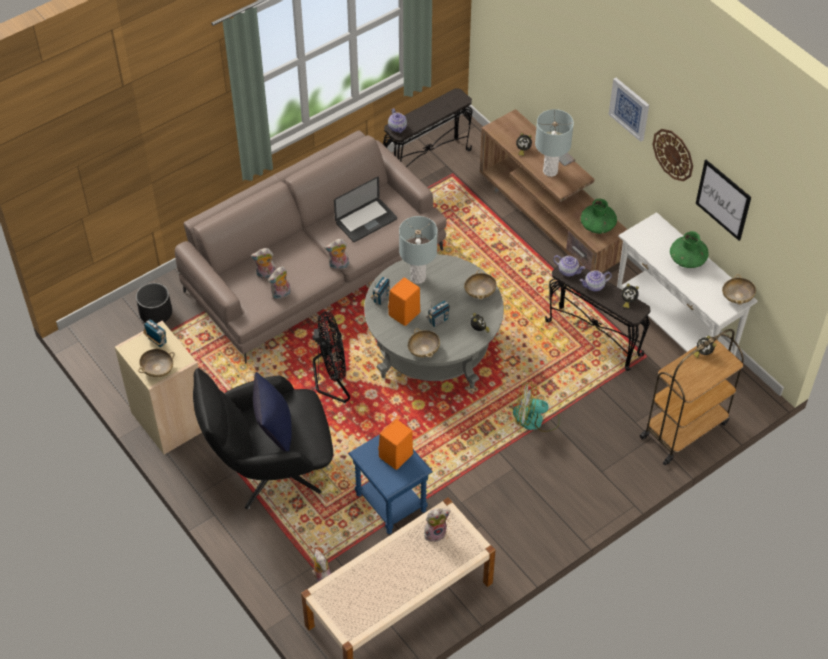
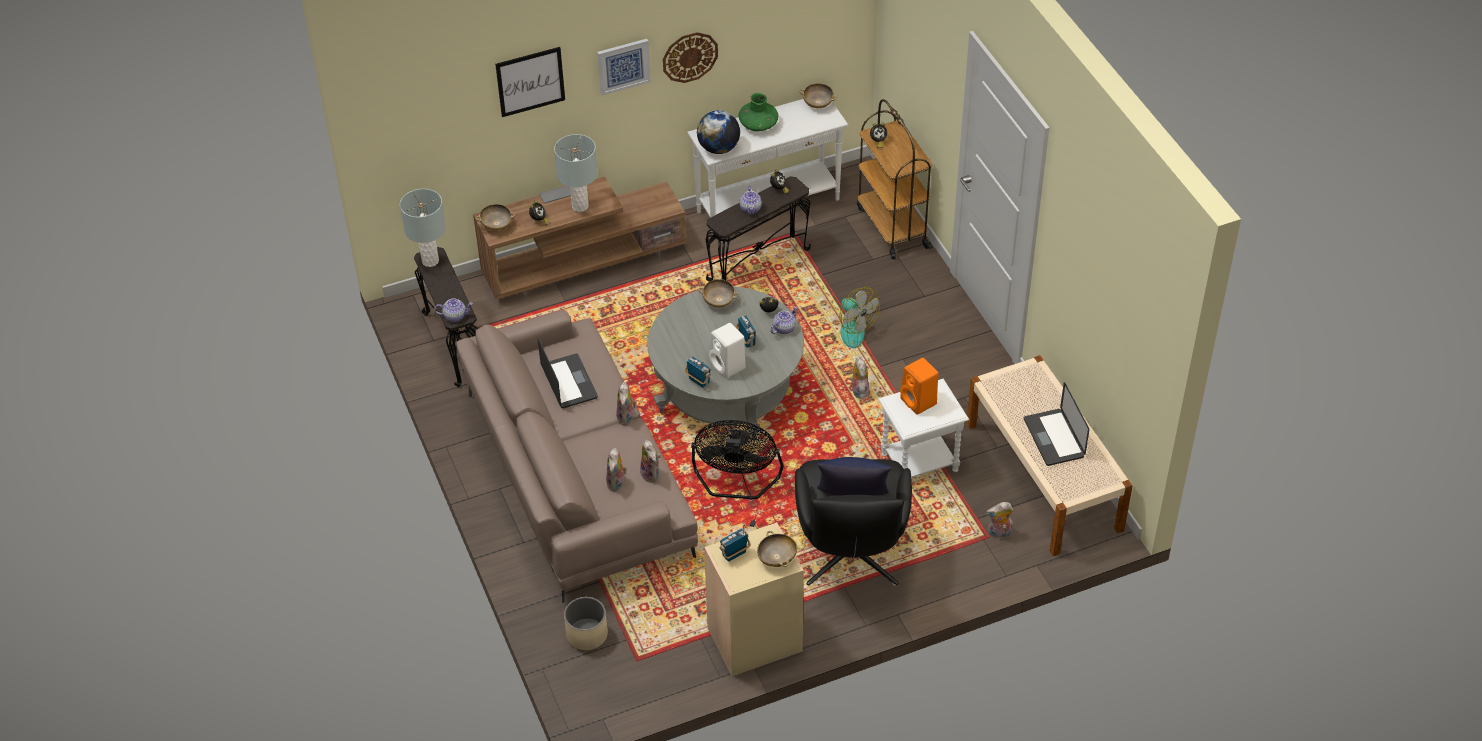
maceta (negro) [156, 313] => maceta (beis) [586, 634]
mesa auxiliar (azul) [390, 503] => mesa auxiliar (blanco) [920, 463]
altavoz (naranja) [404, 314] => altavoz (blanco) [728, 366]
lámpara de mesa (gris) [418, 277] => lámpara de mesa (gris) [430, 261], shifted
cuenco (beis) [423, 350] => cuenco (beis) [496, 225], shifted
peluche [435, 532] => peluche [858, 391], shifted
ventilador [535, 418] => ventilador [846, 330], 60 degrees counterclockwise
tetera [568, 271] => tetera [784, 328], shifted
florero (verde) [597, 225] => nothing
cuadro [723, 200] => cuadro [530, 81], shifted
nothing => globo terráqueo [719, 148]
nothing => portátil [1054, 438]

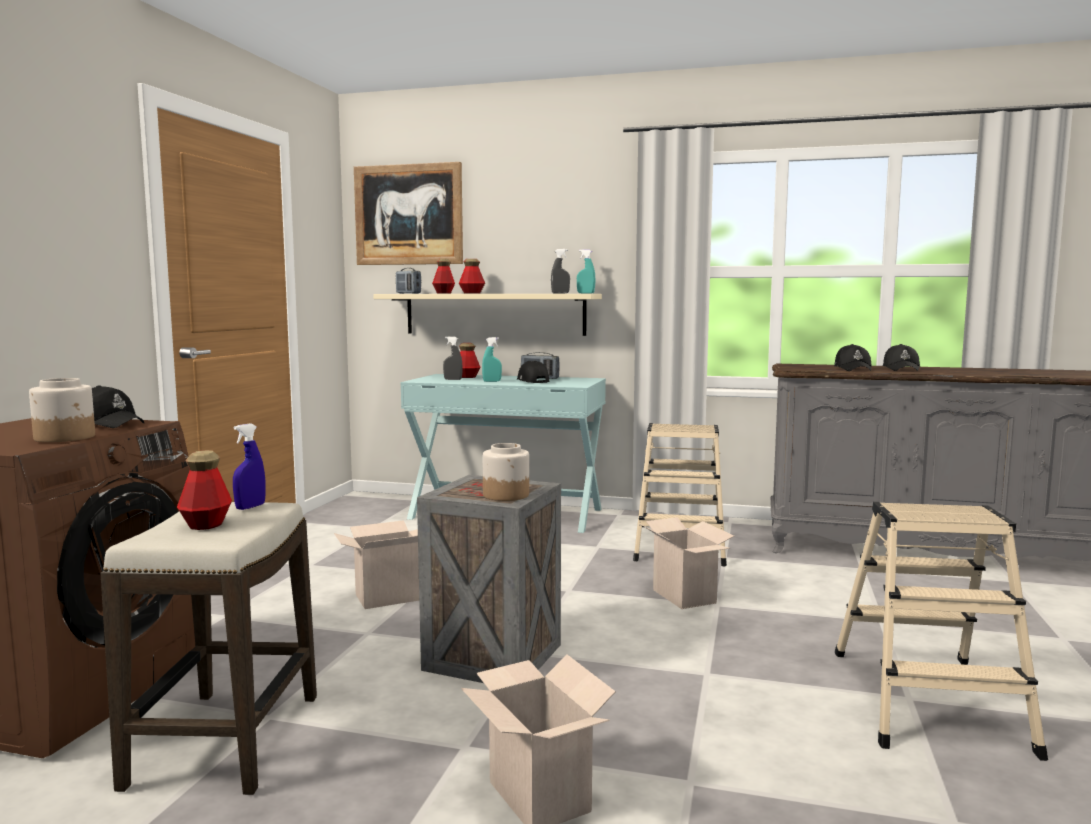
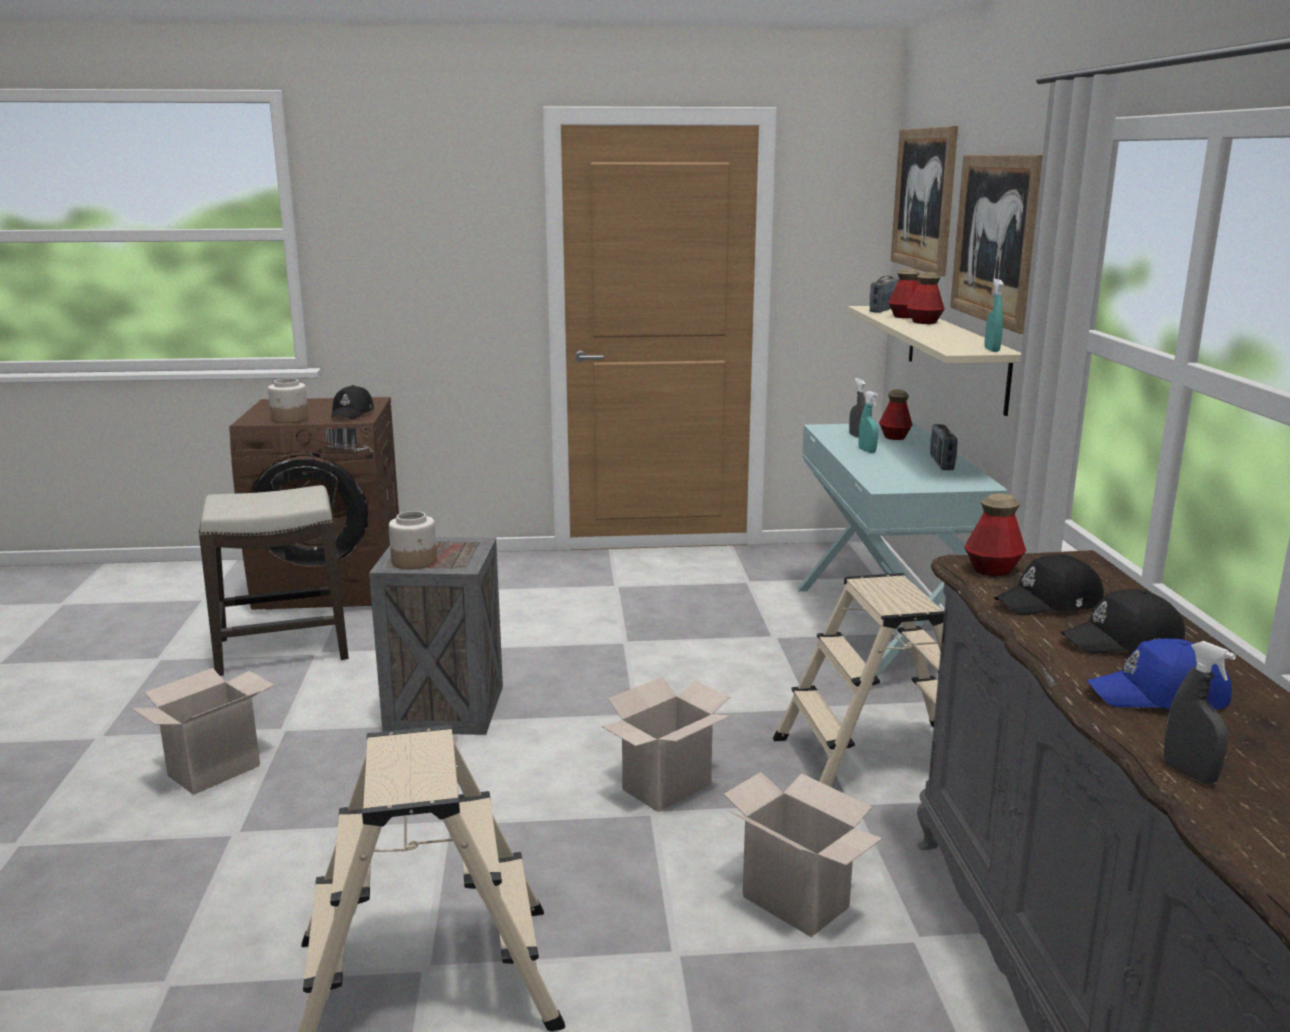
botella [206, 524] => botella [992, 570], shifted
pulverizador (azul) [250, 507] => nothing
caja de cartón [389, 597] => caja de cartón [799, 902], shifted
gorra (negro) [531, 381] => nothing
pulverizador (gris) [560, 293] => pulverizador (gris) [1189, 773], shifted
nothing => cuadro [996, 239]
nothing => gorra (azul) [1160, 696]

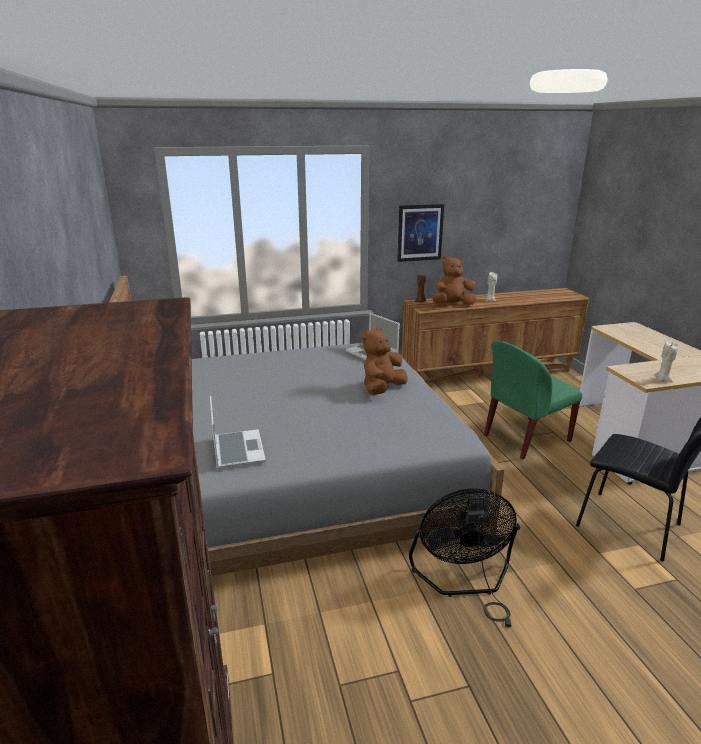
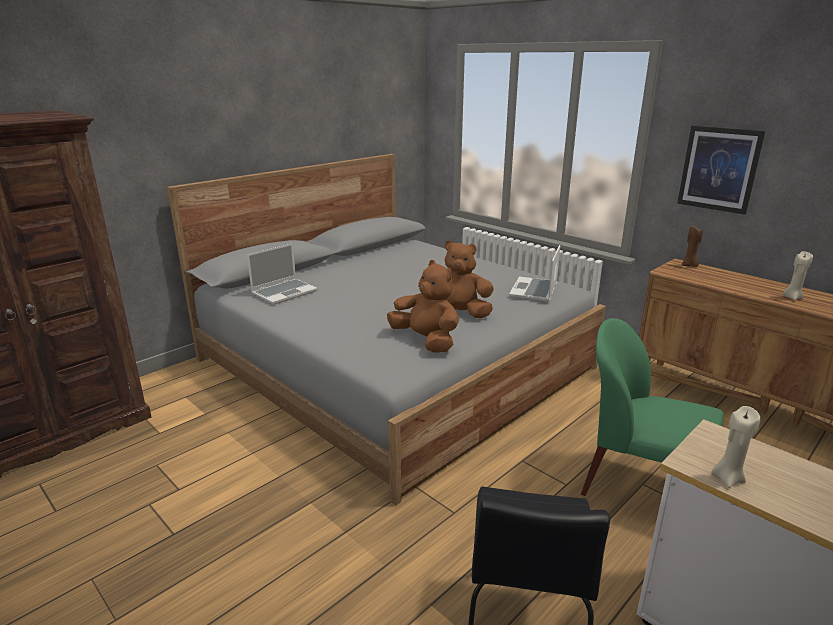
ventilador (negro) [469, 583] => nothing
peluche (marrón) [452, 305] => peluche (marrón) [426, 341], shifted

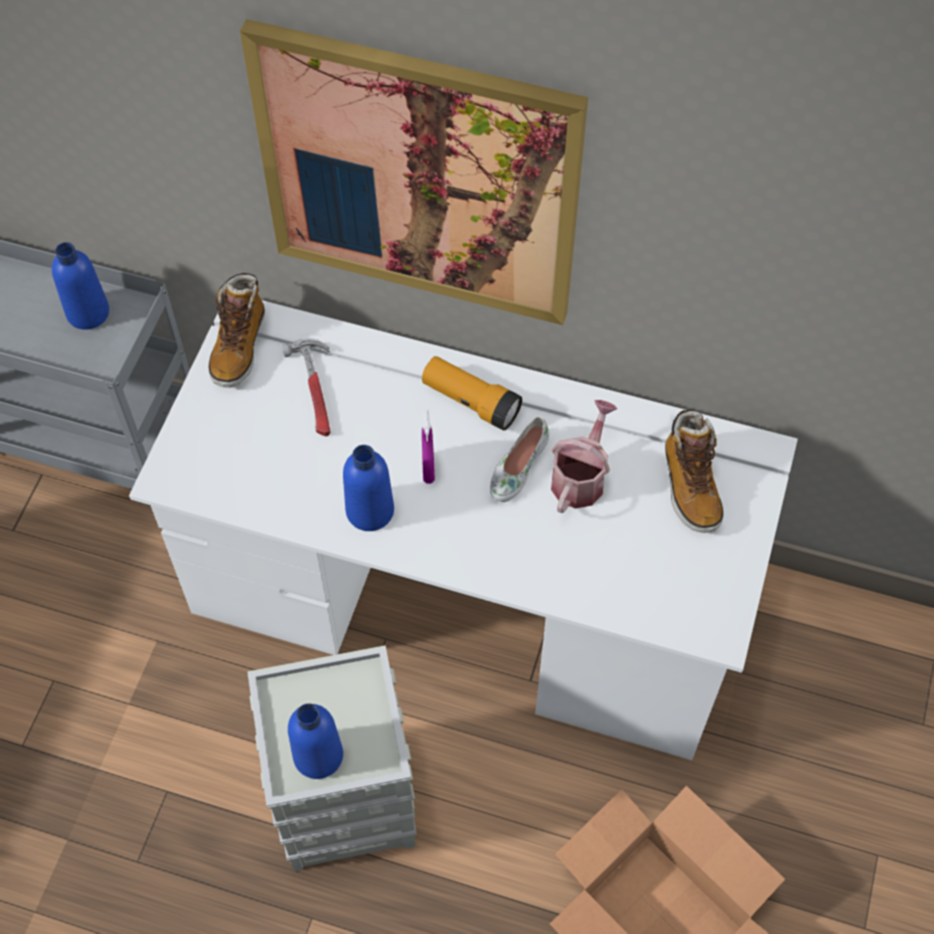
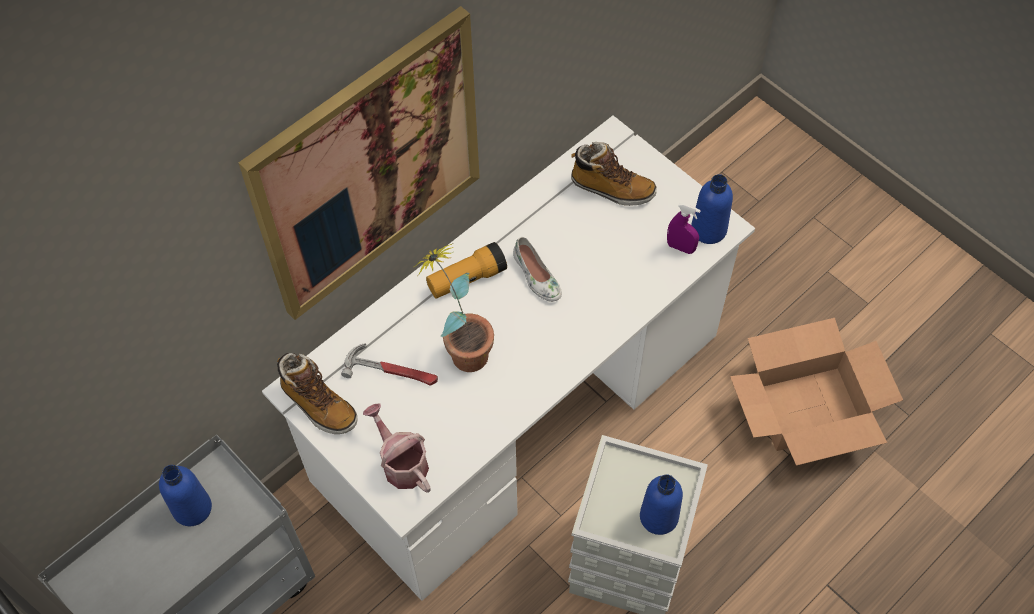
botella (azul) [370, 511] => botella (azul) [708, 229], shifted
pulverizador (morado) [428, 469] => pulverizador (morado) [680, 247], shifted
regadera [580, 477] => regadera [401, 462], shifted
nothing => planta en maceta [461, 348]

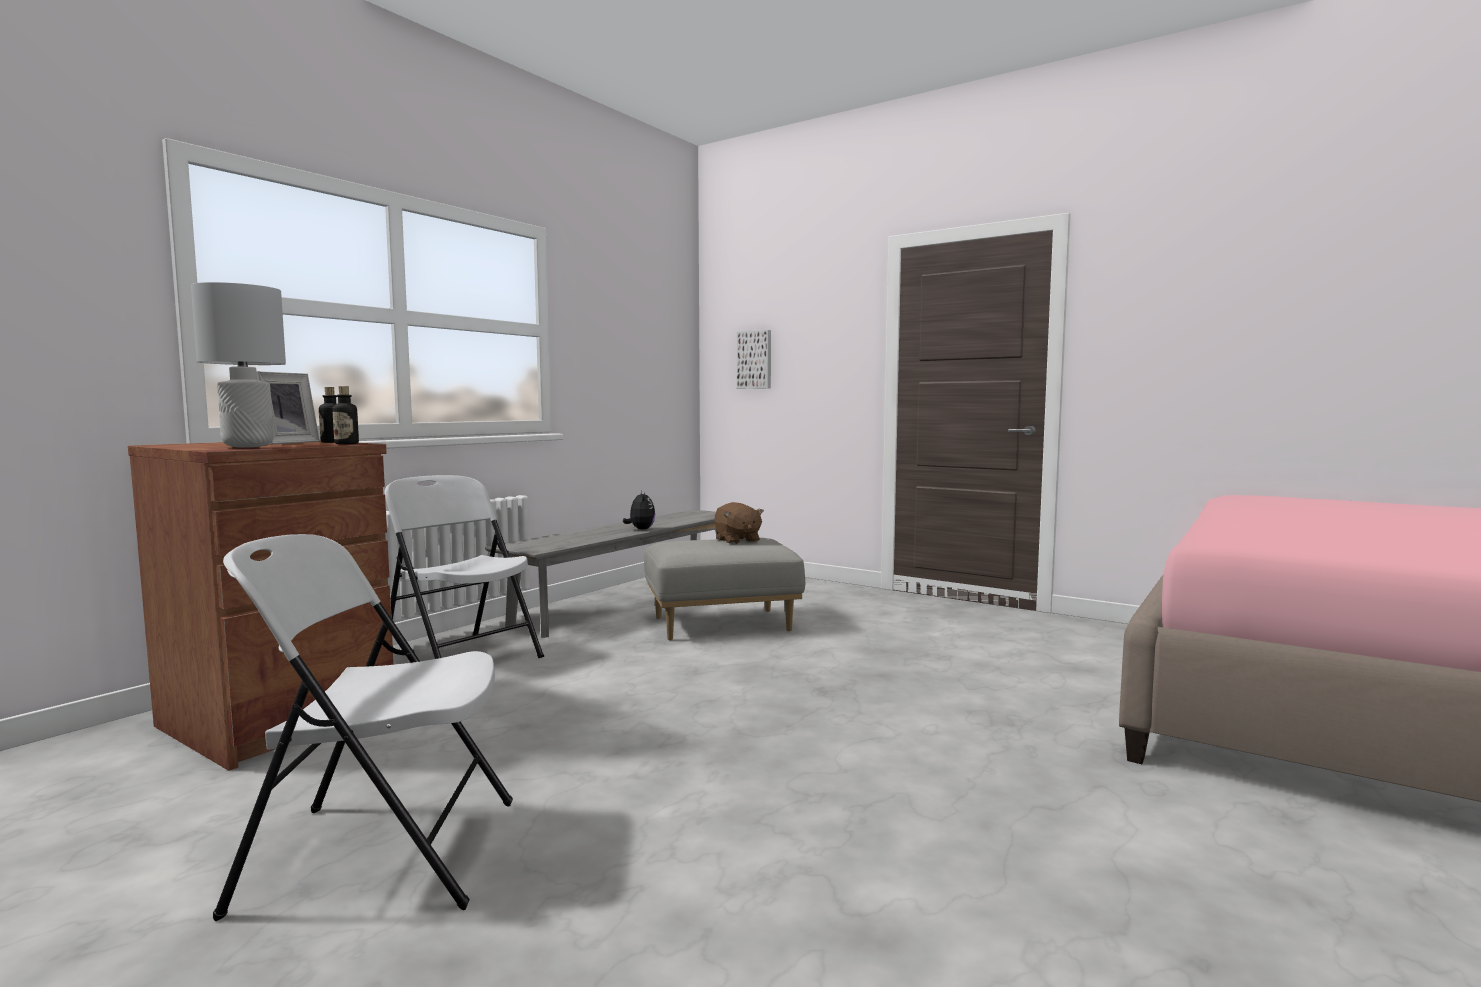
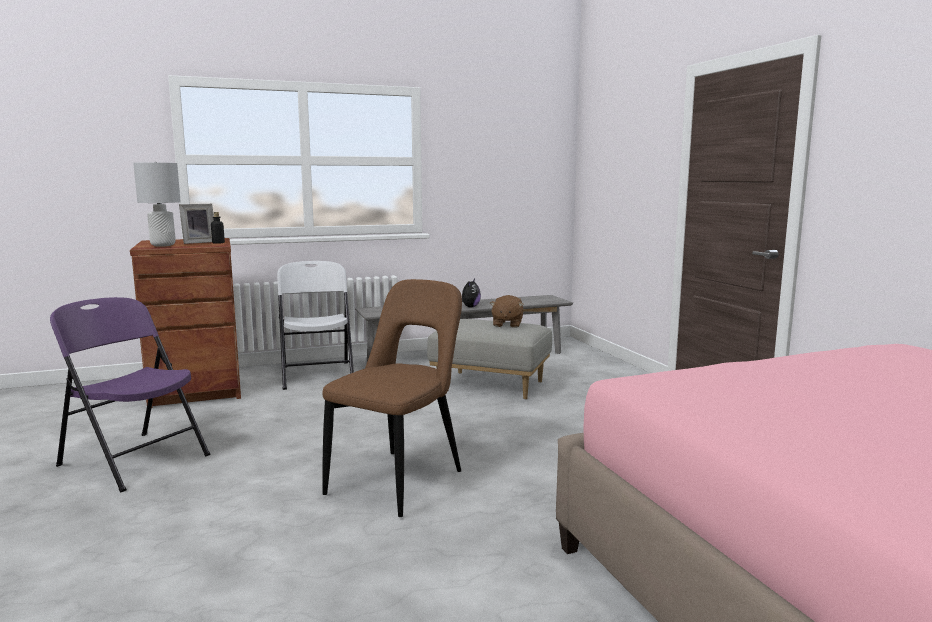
silla (blanco) [382, 853] => silla (morado) [135, 460]
botella [346, 444] => nothing
cuadro [755, 360] => nothing
nothing => silla (marrón) [400, 480]

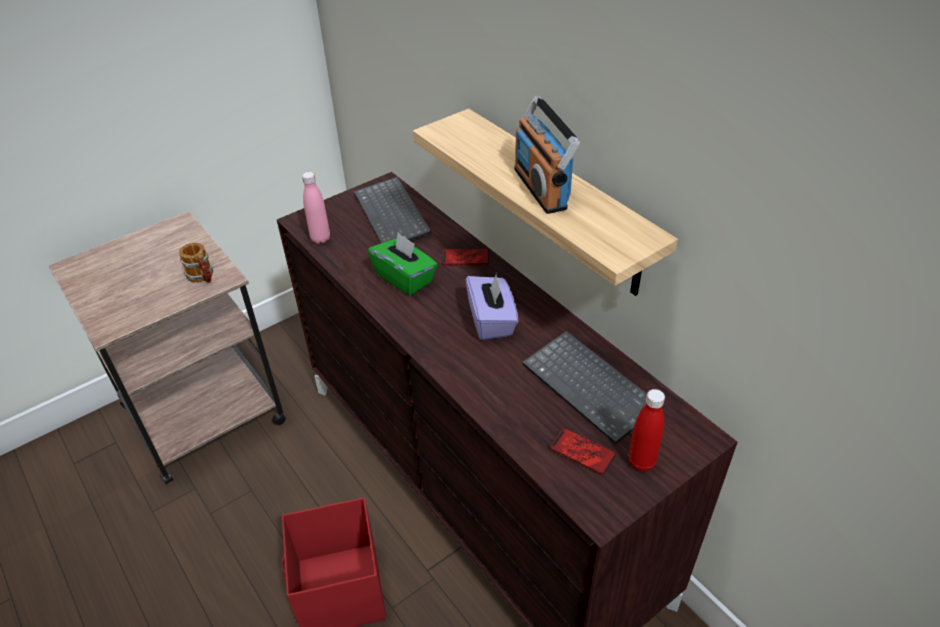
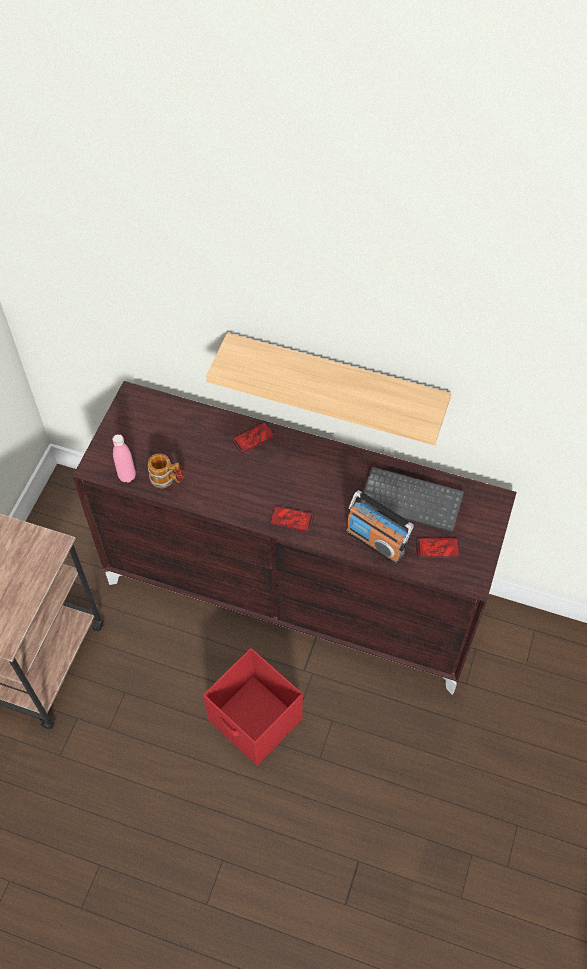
taza grande [202, 277] => taza grande [167, 479], shifted
teclado [394, 215] => nothing
caja de pañuelos (verde) [405, 278] => nothing
caja de pañuelos (morado) [491, 321] => nothing
radio [541, 188] => radio [375, 541], shifted
botella (rojo) [641, 462] => nothing
nothing => móvil [292, 519]

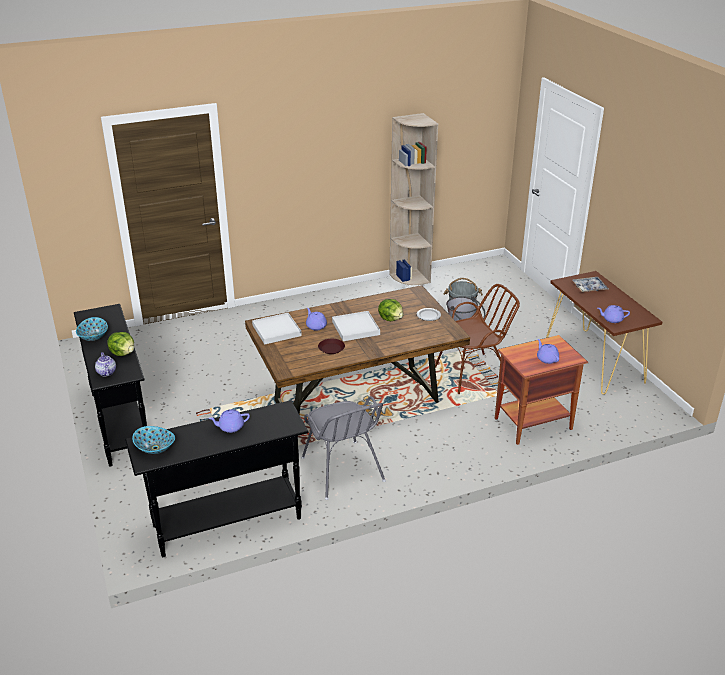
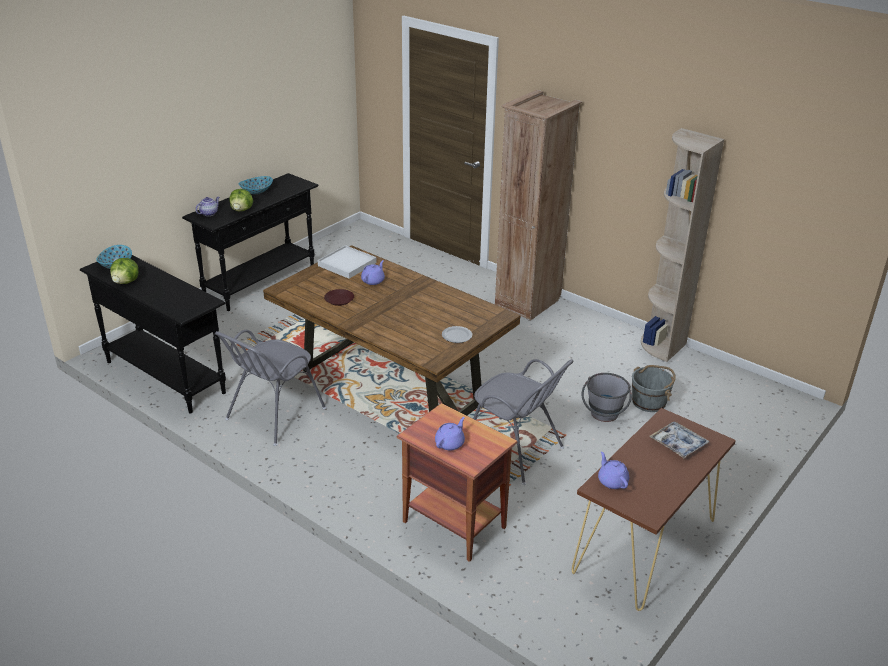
tetera (morado) [230, 427] => nothing
bandeja (blanco) [355, 328] => nothing
lechuga [391, 319] => lechuga [126, 282], shifted
silla (marrón) [475, 373] => silla (gris) [515, 451]
nothing => armario (marrón) [527, 303]

